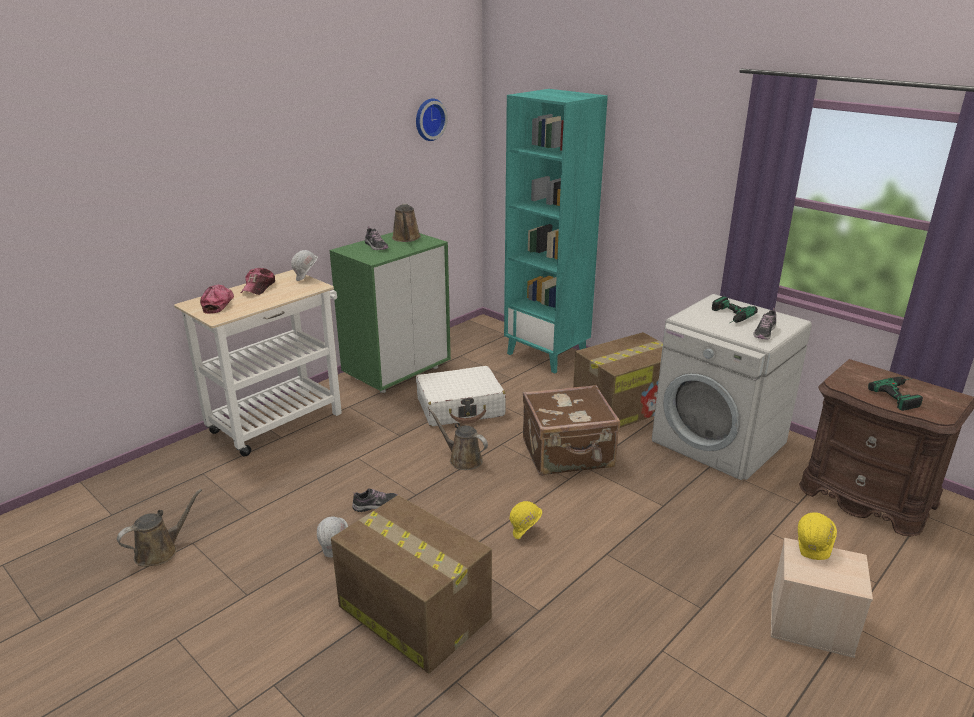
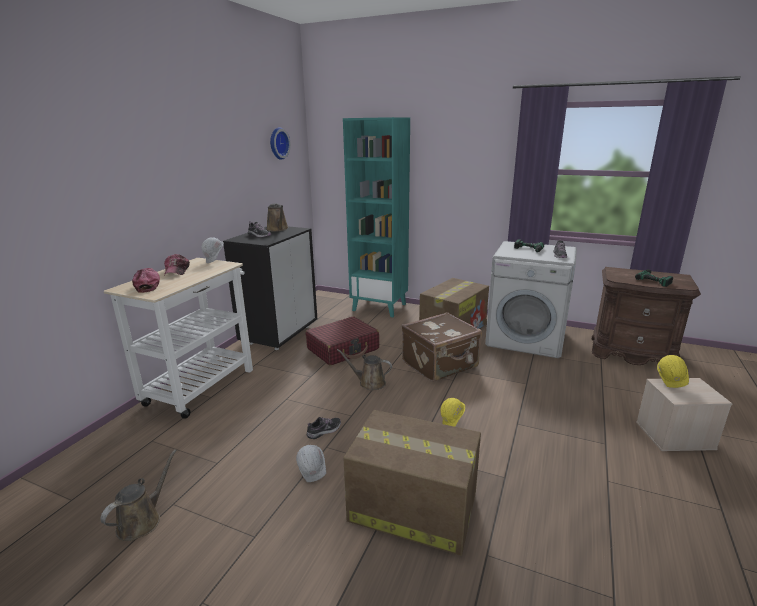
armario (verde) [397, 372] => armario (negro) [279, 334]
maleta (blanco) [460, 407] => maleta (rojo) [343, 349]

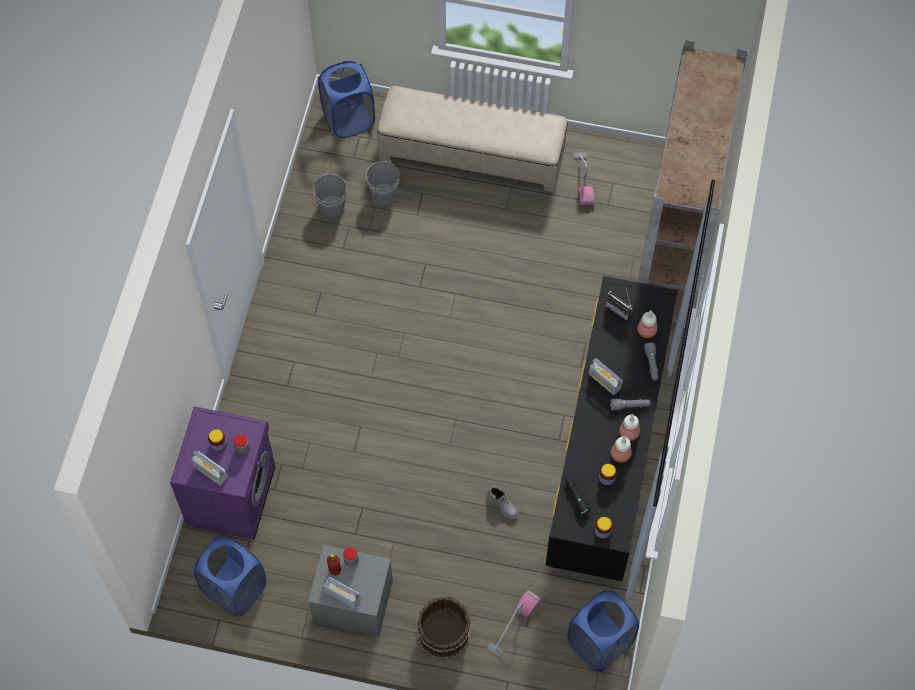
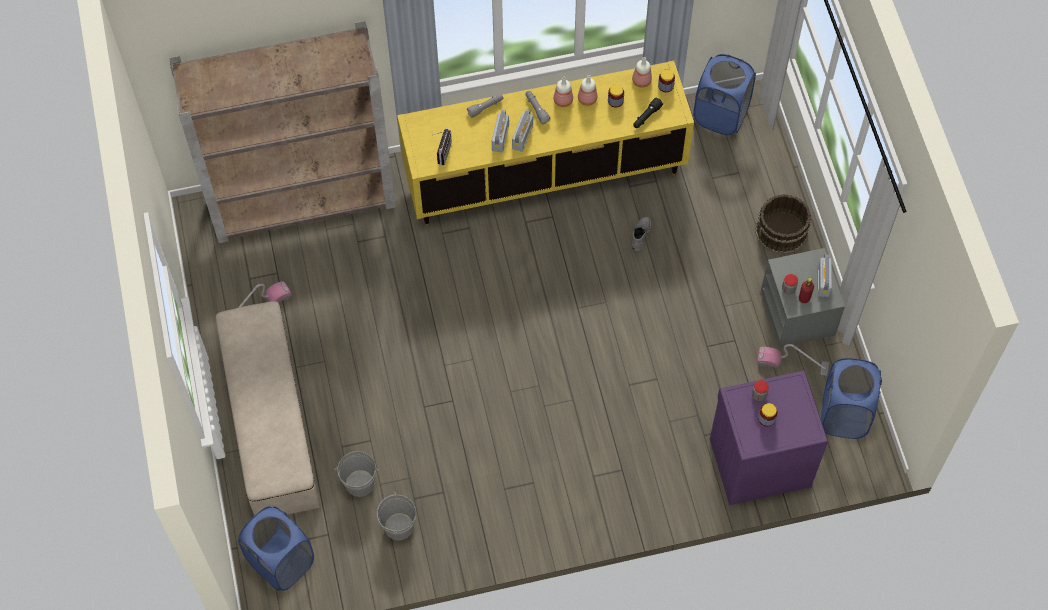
radio [210, 472] => radio [500, 137], shifted
aspiradora [513, 624] => aspiradora [792, 363], shifted
armario (negro) [607, 453] => armario (amarillo) [544, 174]
botella [647, 330] => botella [641, 81], shifted

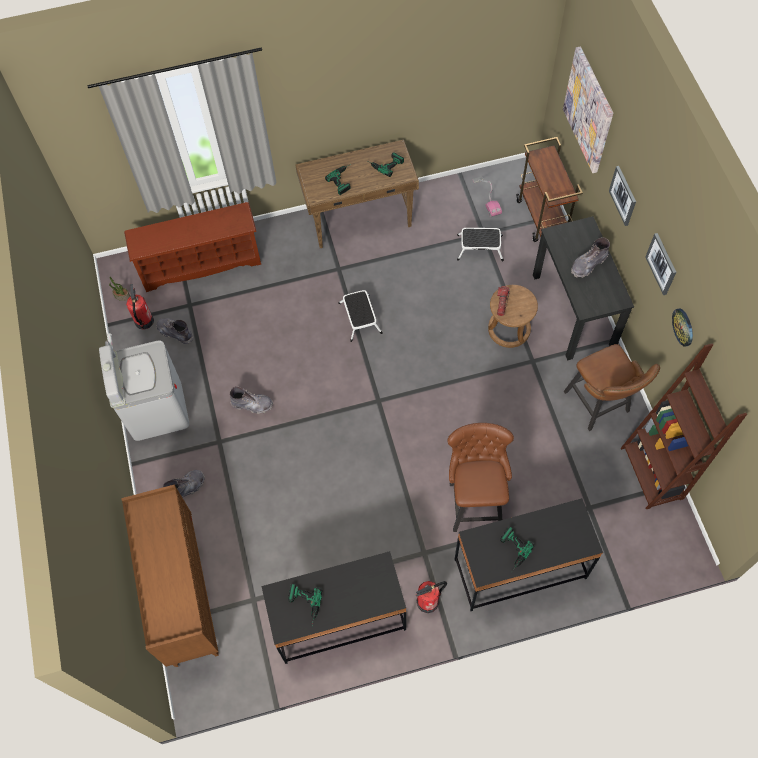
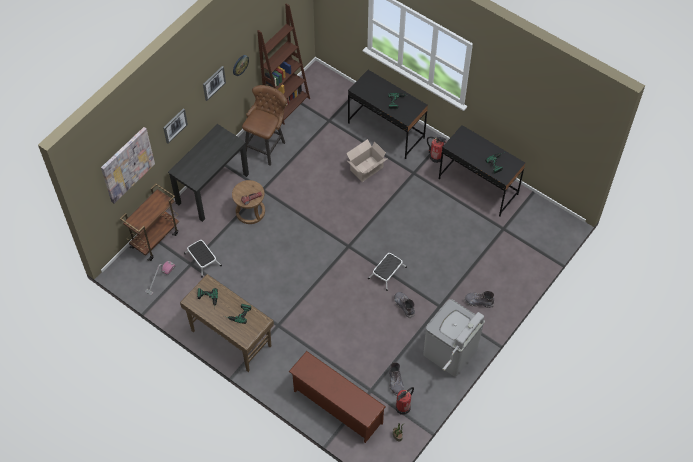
armario (marrón) [184, 592] => nothing
escalera de tijera (negro) [360, 317] => escalera de tijera (negro) [387, 272], shifted
taburete (marrón) [475, 498] => caja de cartón [365, 169]
bota (gris) [588, 264] => nothing

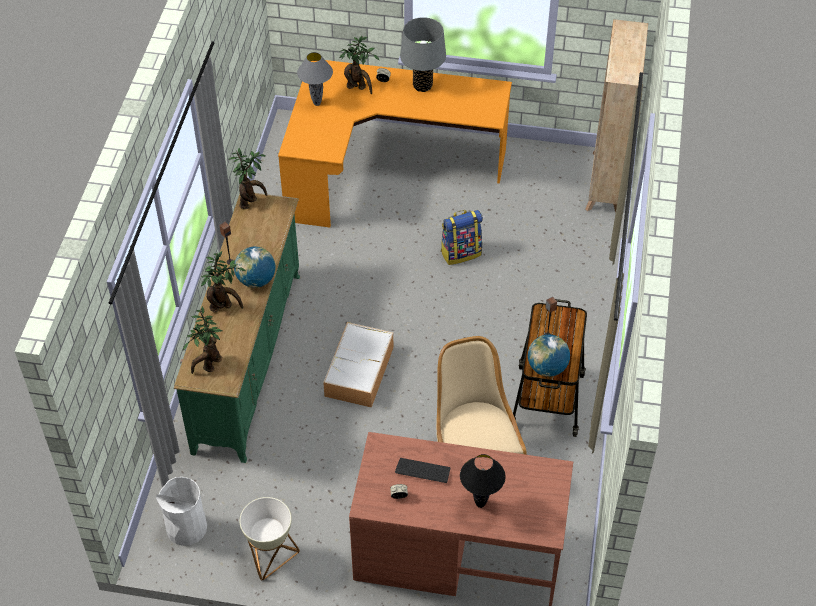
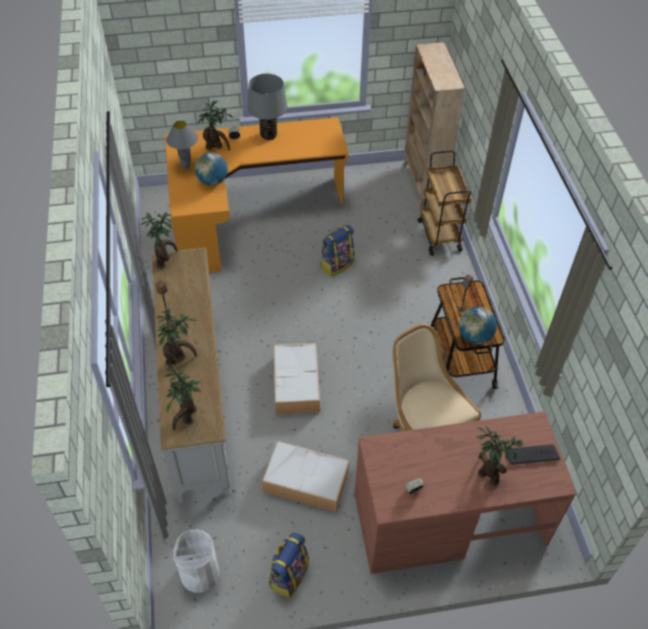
armario (verde) [249, 360] => armario (gris) [198, 401]
globo terráqueo [256, 280] => globo terráqueo [213, 181], shifted
maceta [271, 556] => mochila [288, 575]
teclado [423, 471] => teclado [532, 455], shifted
lámpara de mesa (negro) [480, 503] => planta en maceta [487, 474]
nothing => caja de almacenaje [305, 481]
nothing => carrito (marrón) [439, 236]

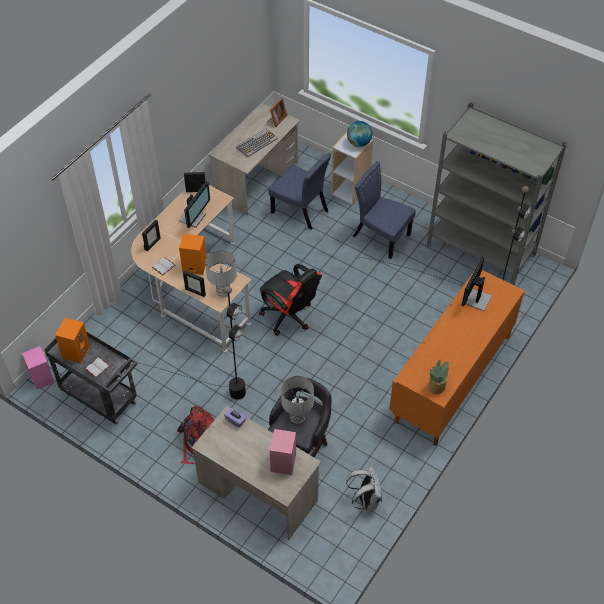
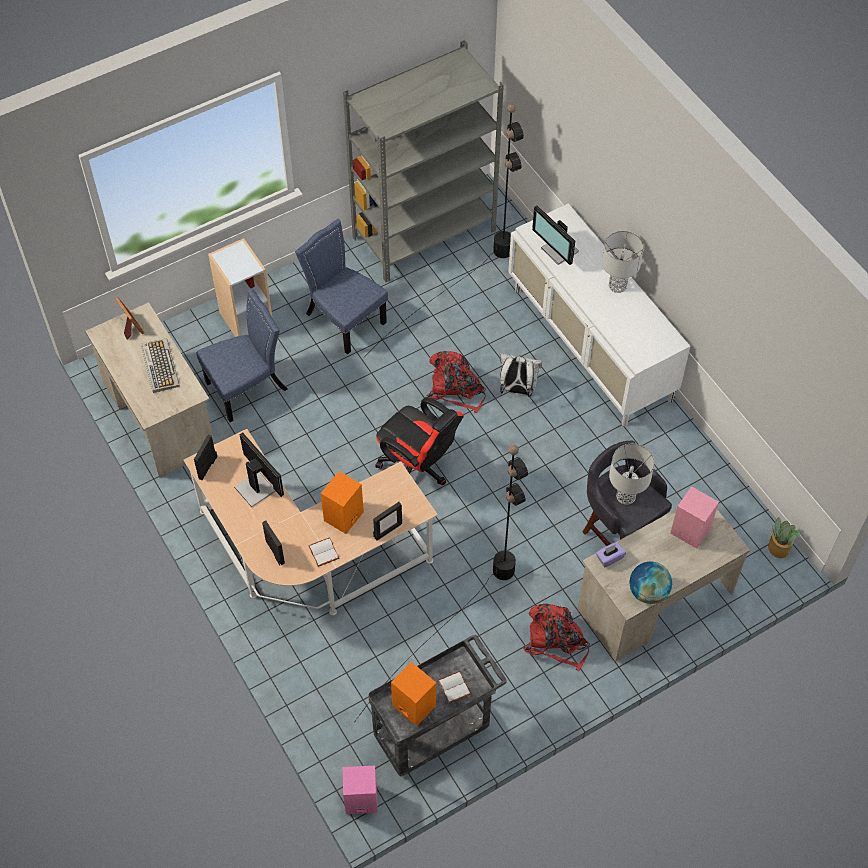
lámpara de mesa (blanco) [223, 292] => lámpara de mesa (blanco) [618, 285], shifted
silla de oficina (negro) [290, 318] => silla de oficina (negro) [418, 470], 60 degrees clockwise
mochila (blanco) [366, 500] => mochila (blanco) [517, 389], shifted
globo terráqueo [359, 143] => globo terráqueo [648, 592], shifted
silla (azul) [381, 237] => silla (azul) [345, 321], 75 degrees clockwise
armario (naranja) [451, 377] => armario (blanco) [589, 345]
planta en maceta [437, 386] => planta en maceta [778, 547], shifted
nothing => mochila (rojo) [456, 389]

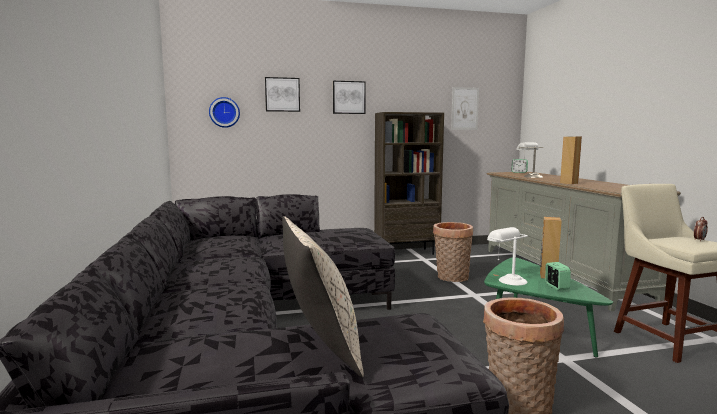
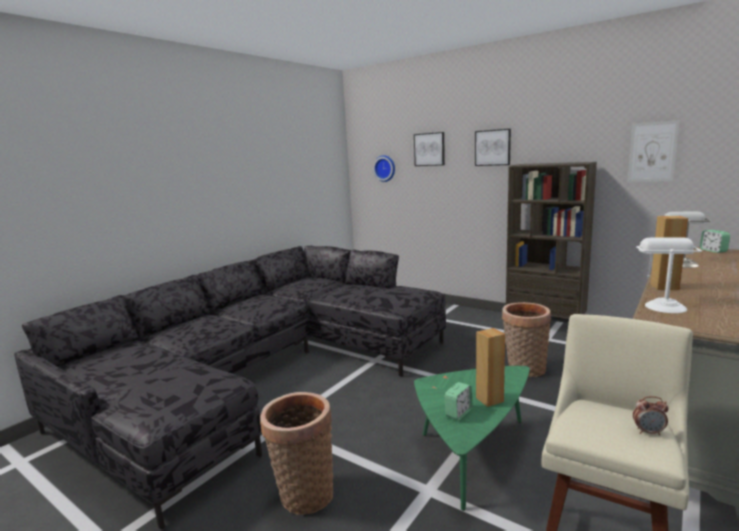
cojín (beis) [320, 348] => nothing
lámpara de mesa (blanco) [507, 279] => lámpara de mesa (blanco) [661, 304], shifted

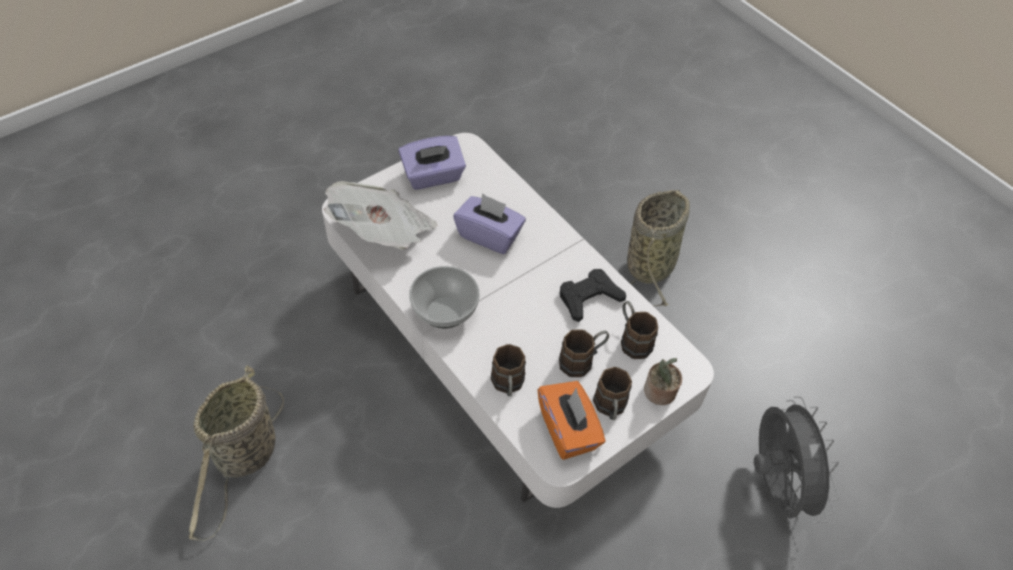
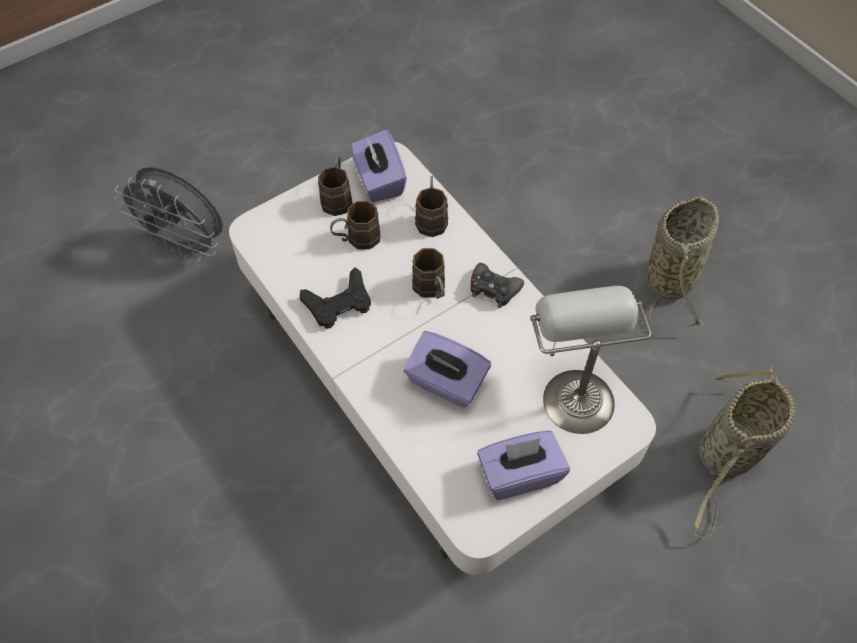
periódico [384, 232] => lámpara de mesa (blanco) [572, 387]
cuenco [446, 312] => mando de consola (negro) [493, 289]
caja de pañuelos (naranja) [568, 430] => caja de pañuelos (morado) [378, 180]
taza grande (marrón) [632, 339] => taza grande (marrón) [432, 290], shifted
cesta [651, 263] => cesta [725, 457], shifted
planta en maceta [659, 393] => nothing
ventilador (gris) [773, 485] => ventilador (gris) [186, 244], 60 degrees counterclockwise

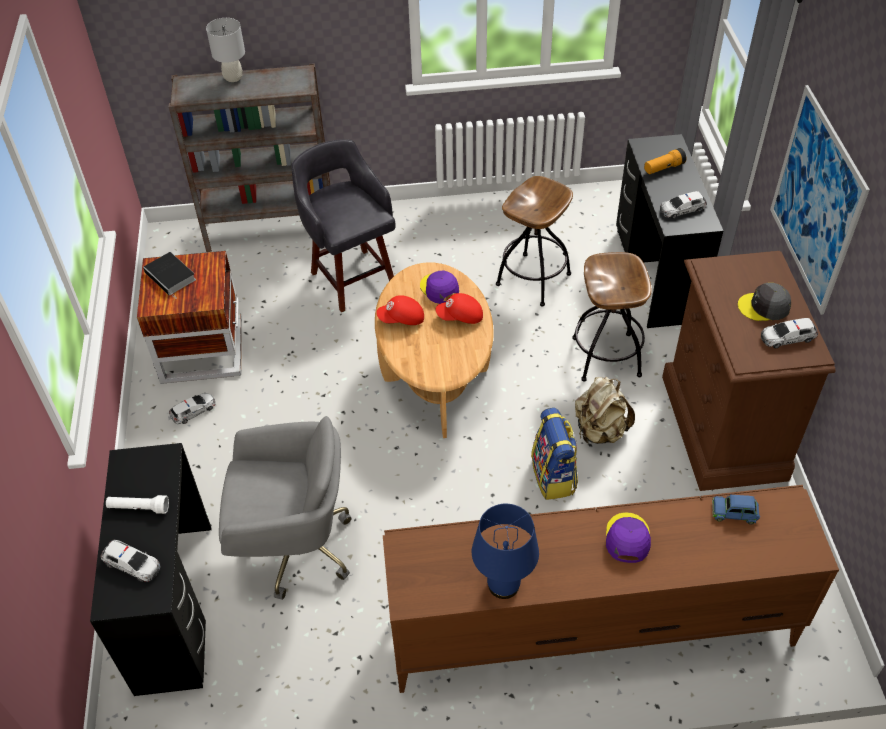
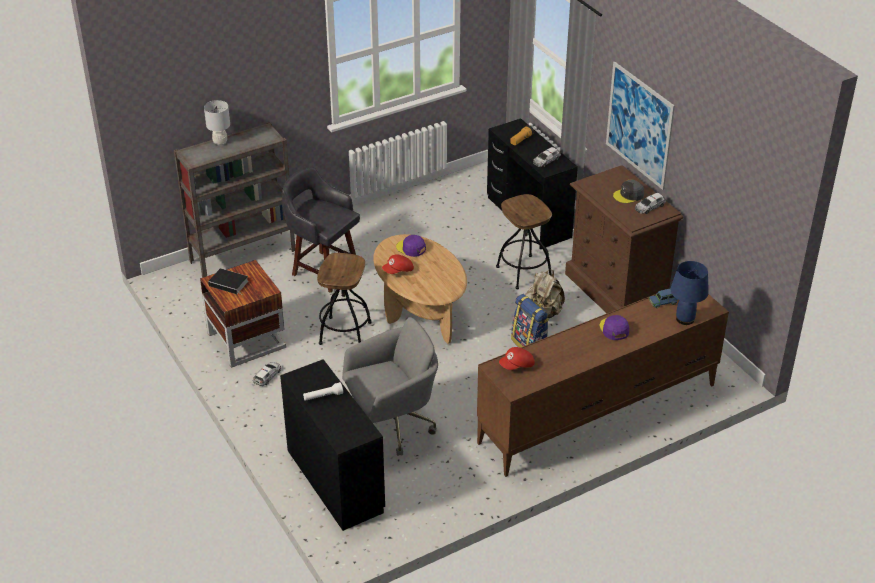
coche de juguete [132, 564] => nothing
gorra (rojo) [460, 317] => gorra (rojo) [517, 366], shifted
lámpara de mesa (azul) [502, 585] => lámpara de mesa (azul) [684, 319], shifted
taburete (marrón) [533, 279] => taburete (marrón) [345, 333], shifted

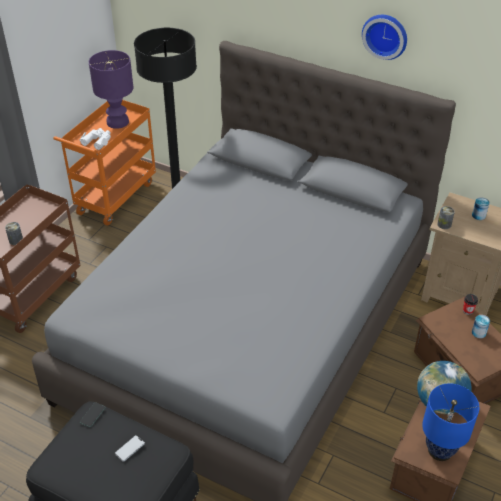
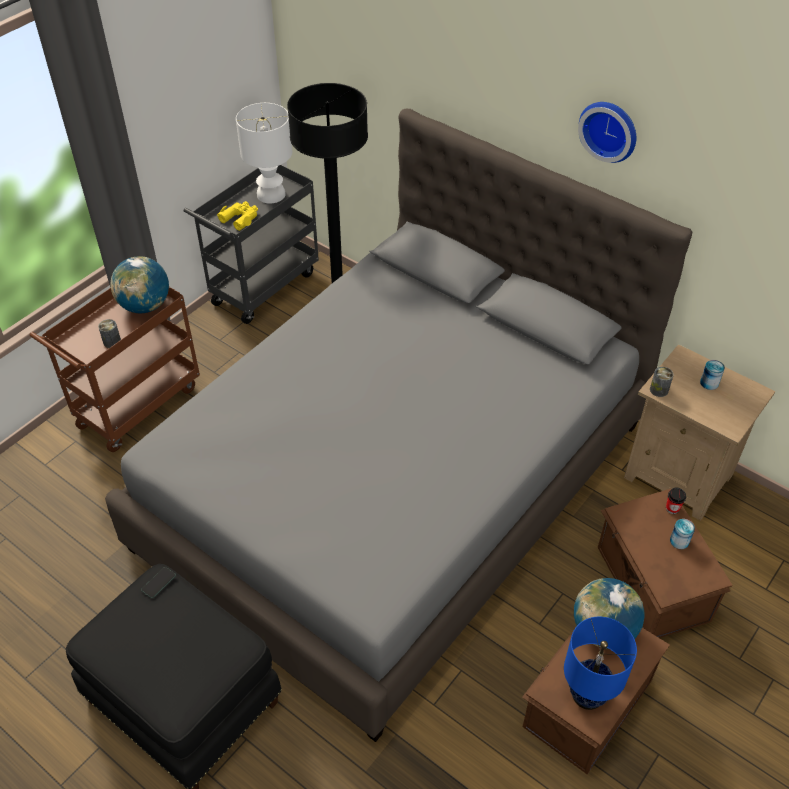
carrito (naranja) [115, 200] => carrito (gris) [262, 291]
prismáticos (blanco) [97, 141] => prismáticos (amarillo) [240, 218]
lámpara de mesa (morado) [117, 122] => lámpara de mesa (blanco) [270, 194]
móvil [129, 448] => nothing
nothing => globo terráqueo [145, 306]

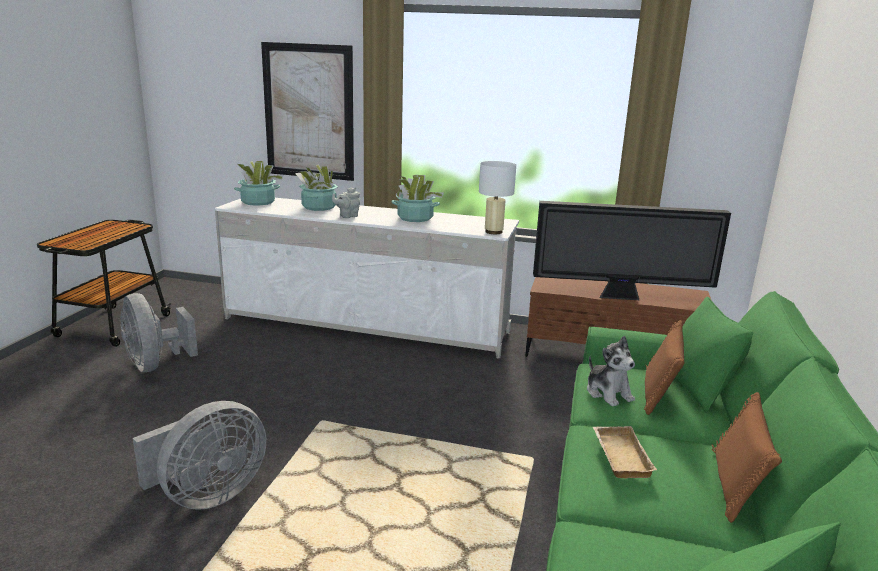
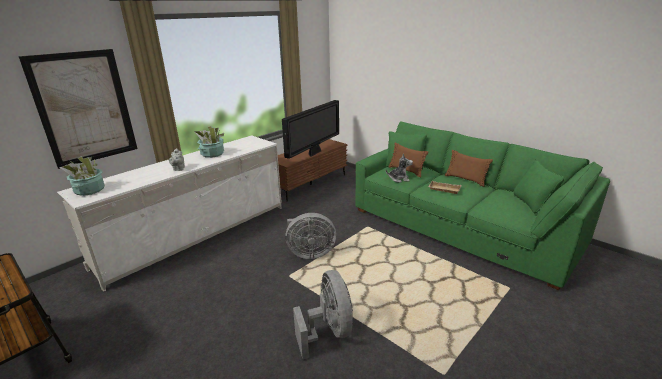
ventilador (gris) [155, 364] => ventilador (gris) [309, 253], shifted
planta en maceta [319, 207] => nothing
lámpara de mesa (blanco) [494, 232] => nothing

